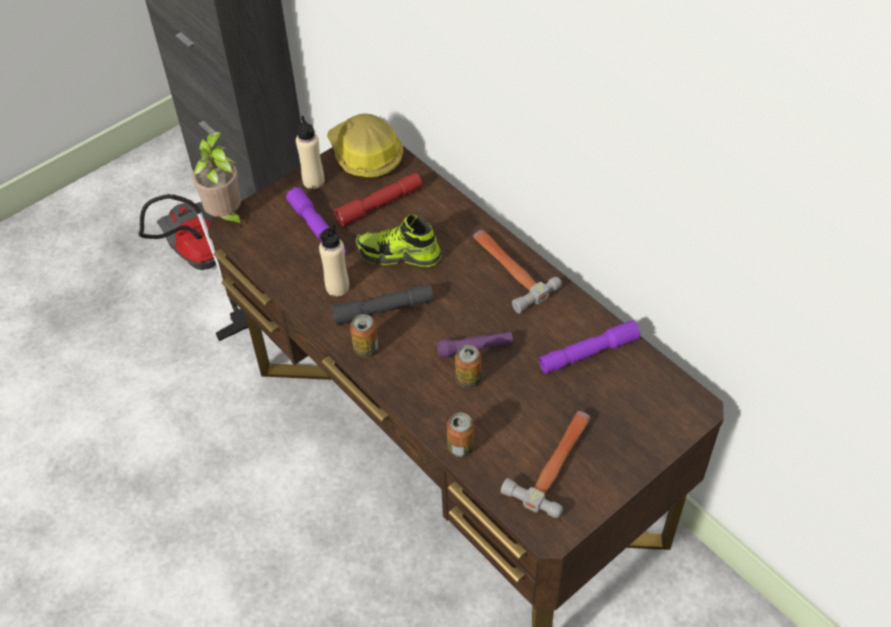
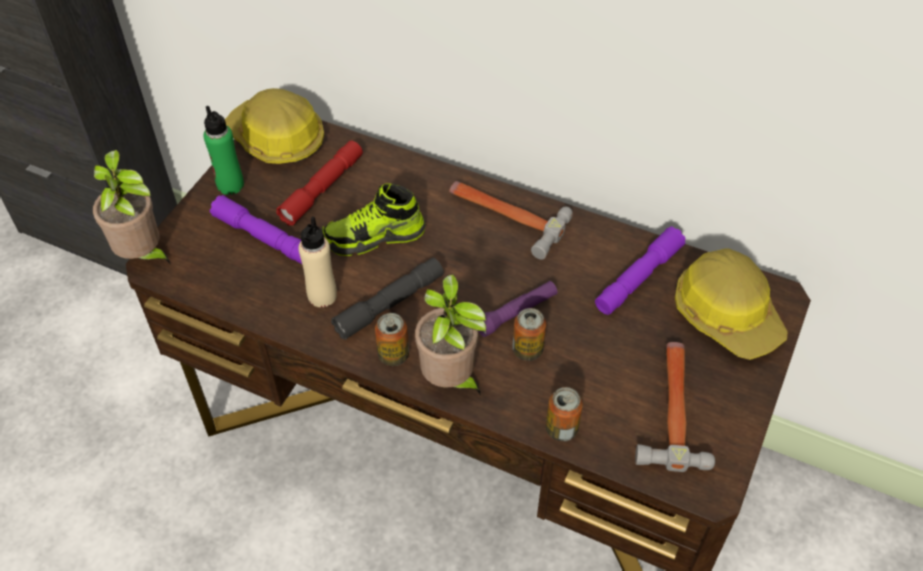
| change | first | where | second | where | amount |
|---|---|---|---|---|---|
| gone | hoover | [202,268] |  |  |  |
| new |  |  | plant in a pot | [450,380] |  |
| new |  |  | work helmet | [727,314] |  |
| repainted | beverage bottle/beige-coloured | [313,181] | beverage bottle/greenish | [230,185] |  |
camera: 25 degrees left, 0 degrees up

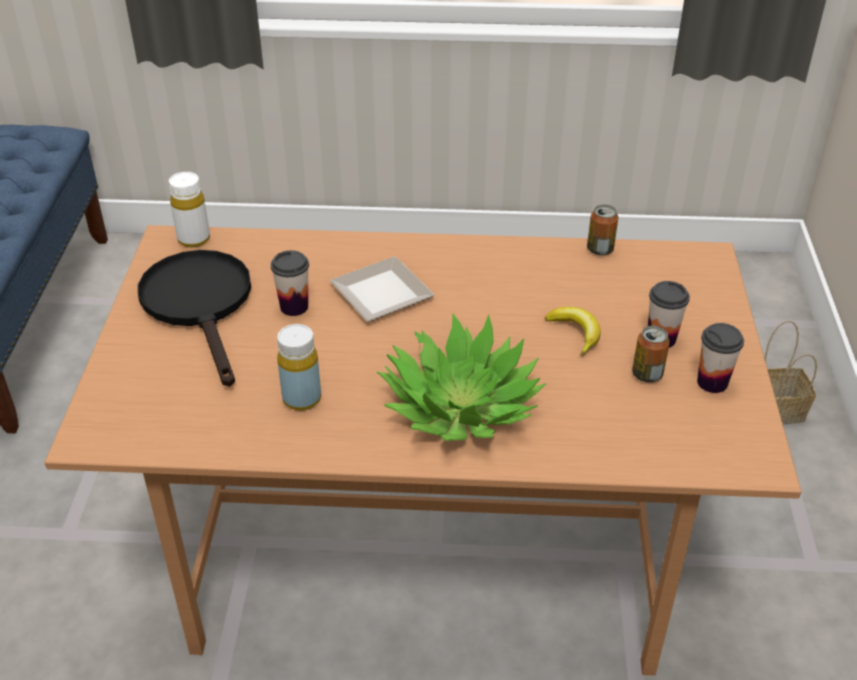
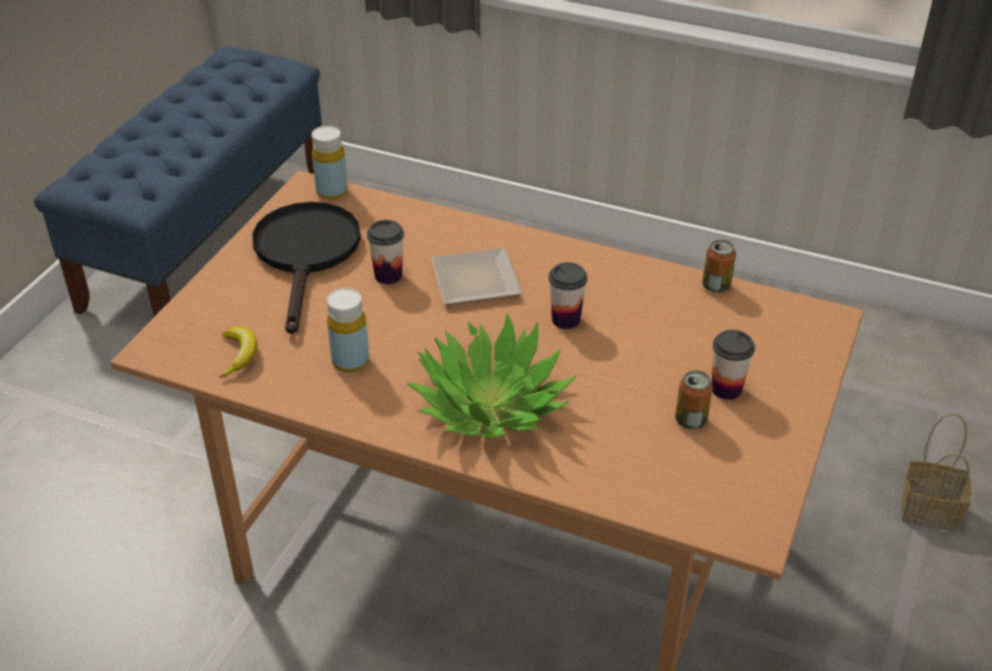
| change | first | where | second | where | amount |
|---|---|---|---|---|---|
| shifted | whole banana | [575,333] |  | [239,355] |  |
| shifted | drinking cup | [712,382] |  | [566,319] |  |
| repainted | beverage bottle/white-coloured | [194,239] | beverage bottle/yellowish | [332,192] |  |
camera: 20 degrees right, 0 degrees up

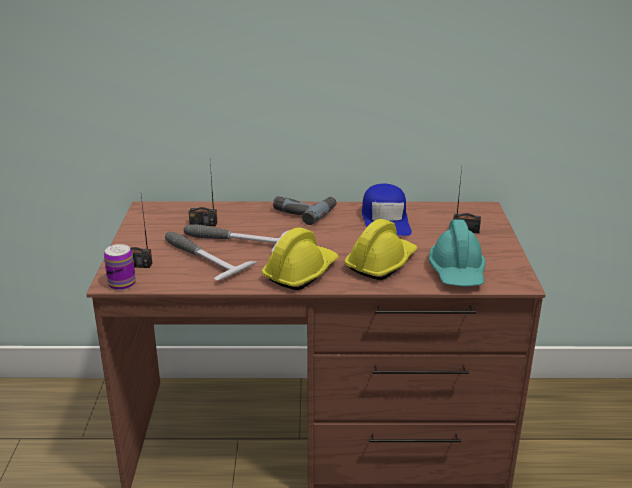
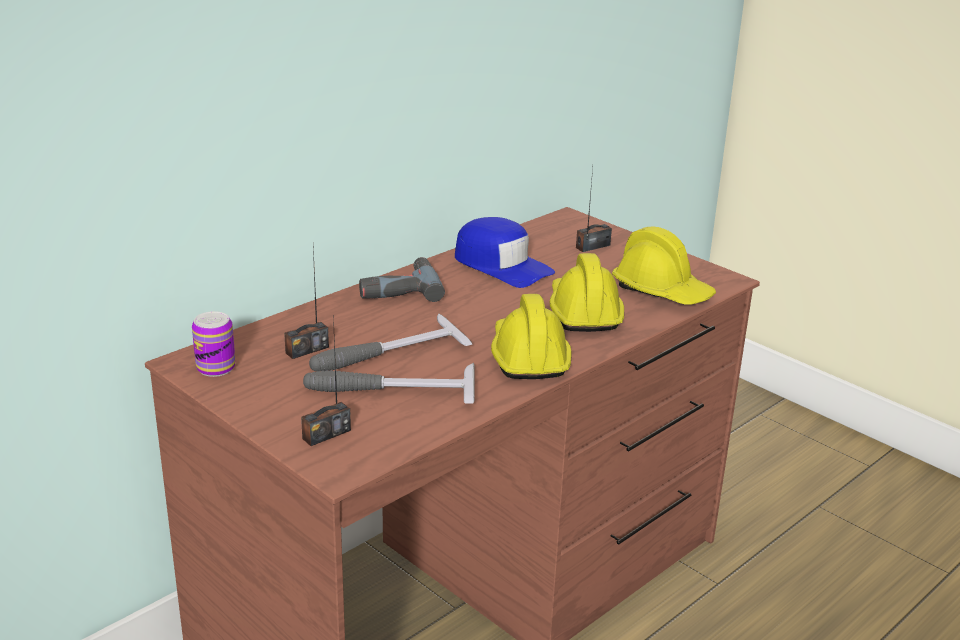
| change | first | where | second | where | amount |
|---|---|---|---|---|---|
| shifted | sealed can | [122,284] |  | [216,368] |  |
| repainted | work helmet/blue-green | [457,272] | work helmet/yellowish | [662,291] |  |
camera: 45 degrees left, 0 degrees up

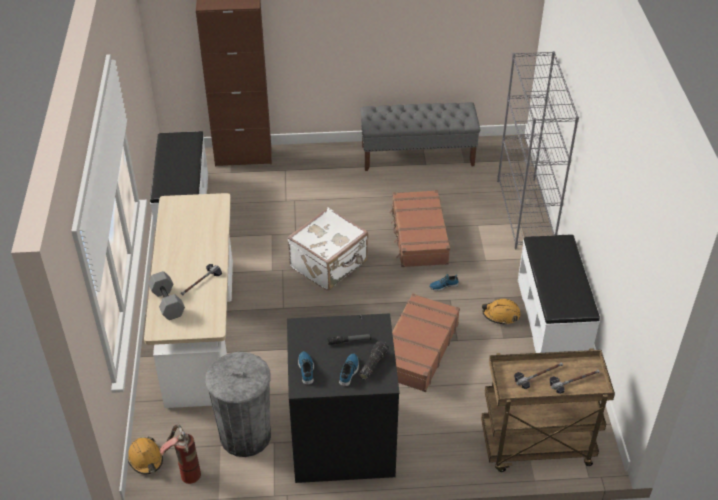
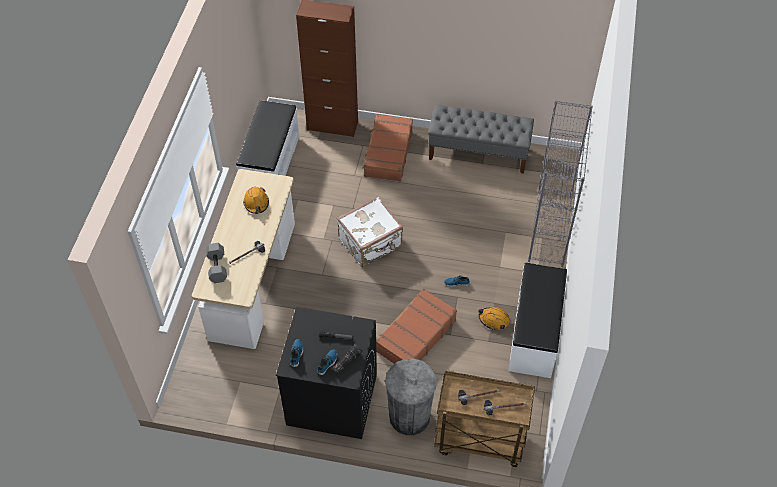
| change | first | where | second | where | amount |
|---|---|---|---|---|---|
| gone | extinguisher | [184,471] |  |  |  |
| shifted | work helmet/orangey | [146,459] |  | [256,203] |  |
| shifted | trash can/greyish | [245,435] |  | [409,416] |  |
| shifted | suitcase/brown | [418,236] |  | [387,153] |  |
camera: 15 degrees right, 10 degrees up

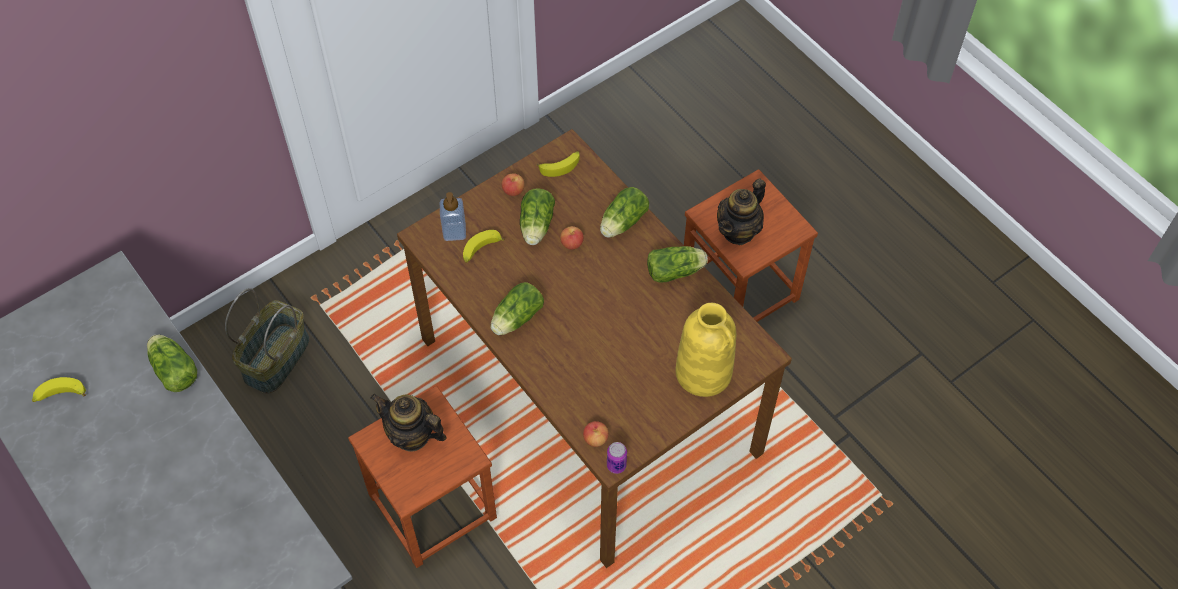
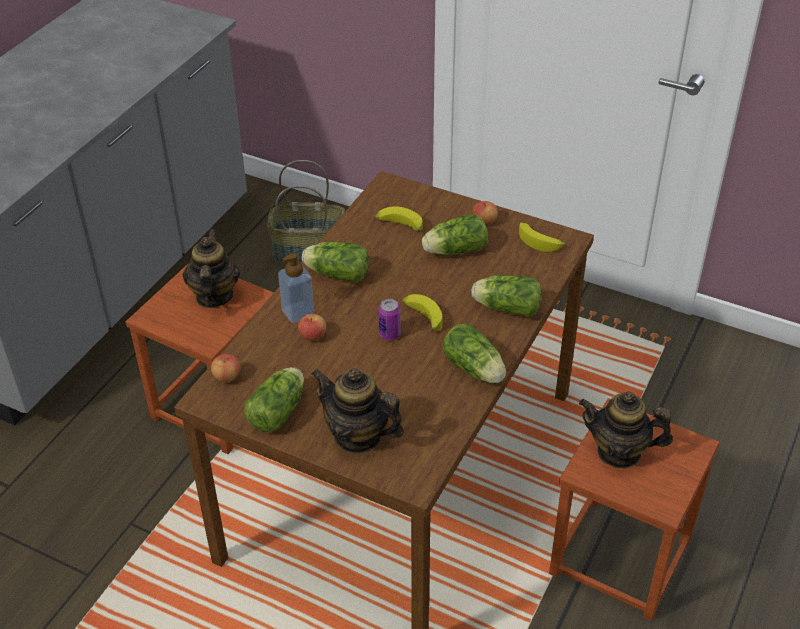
| change | first | where | second | where | amount |
|---|---|---|---|---|---|
| shifted | whole banana | [60,395] |  | [422,317] |  |
| shifted | lettuce | [173,369] |  | [279,410] |  |
| shifted | soap dispenser | [454,232] |  | [298,312] |  |
| shifted | whole apple | [572,243] |  | [312,336] |  |
| shifted | sealed can | [616,465] |  | [389,334] |  |
| swapped | vase/yellowish | [704,372] | teapot | [358,436] |  |
camera: 65 degrees right, 15 degrees down

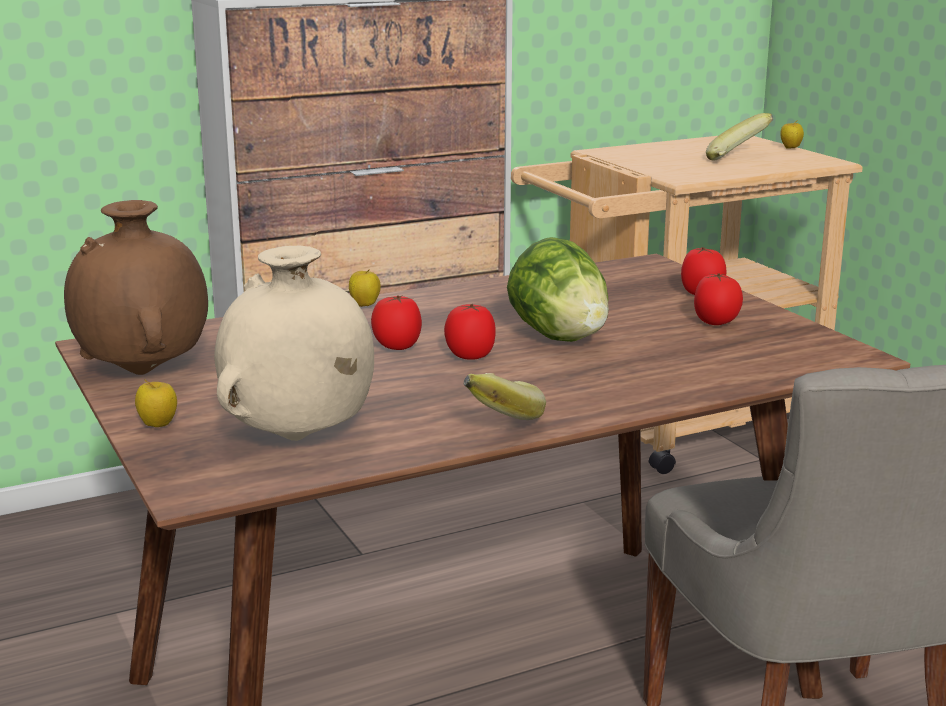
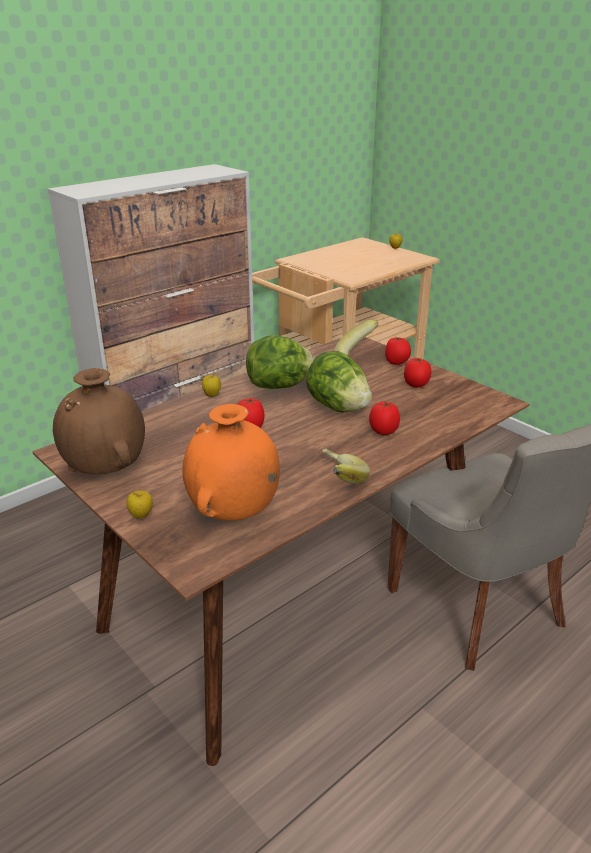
| change | first | where | second | where | amount |
|---|---|---|---|---|---|
| new |  |  | lettuce | [279,386] |  |
| shifted | fresh tomato | [470,356] |  | [383,431] |  |
| shifted | whole banana | [738,159] |  | [356,357] |  |
| repainted | vase/beige-coloured | [298,439] | vase/orangey | [233,514] |  |
camera: 15 degrees left, 10 degrees up

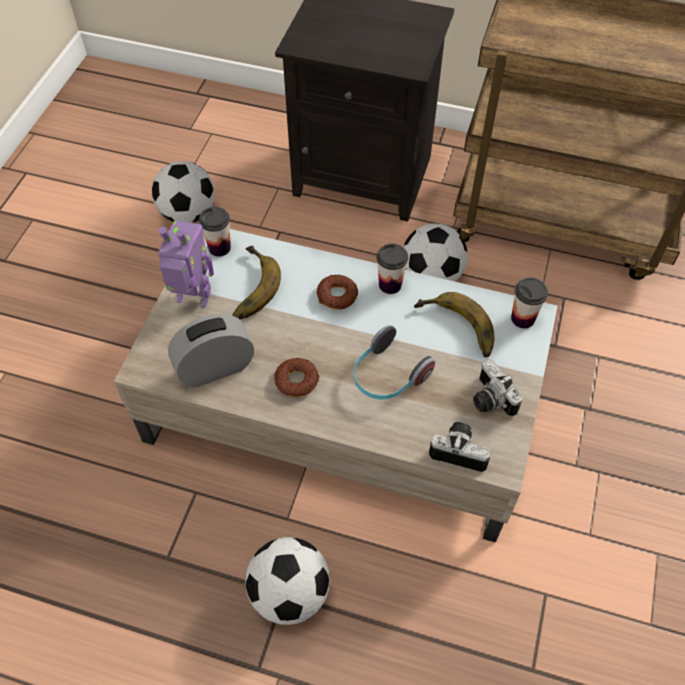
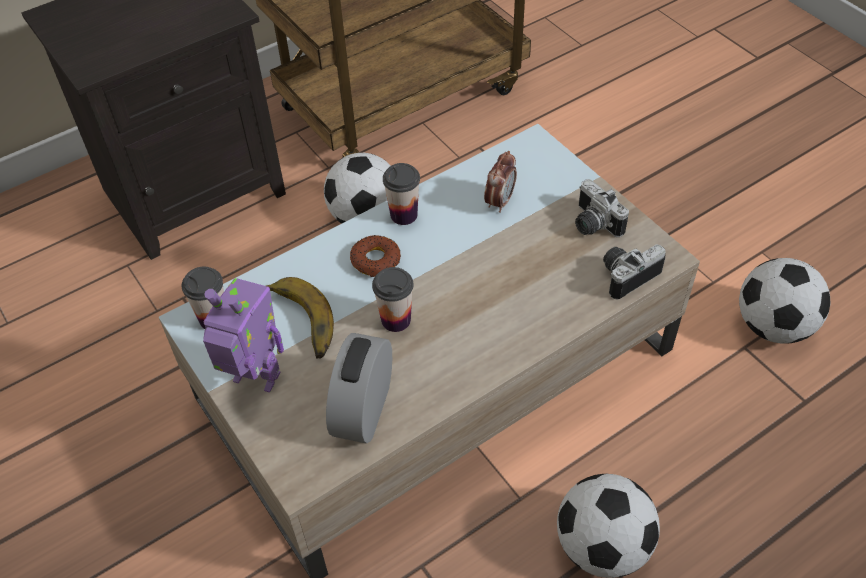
| change | first | where | second | where | amount |
|---|---|---|---|---|---|
| gone | donut | [297,380] |  |  |  |
| gone | headset | [387,376] |  |  |  |
| shifted | football ball | [188,213] |  | [773,326] |  |
| shifted | drinking cup | [522,318] |  | [396,320] |  |
| swapped | whole banana | [455,330] | table clock | [499,201] |  |
| rotated | robot figure | [193,299] |  | [255,379] | 60 degrees clockwise |
| rotated | photo camera | [489,400] |  | [592,224] | 45 degrees clockwise |
camera: 50 degrees left, 5 degrees down

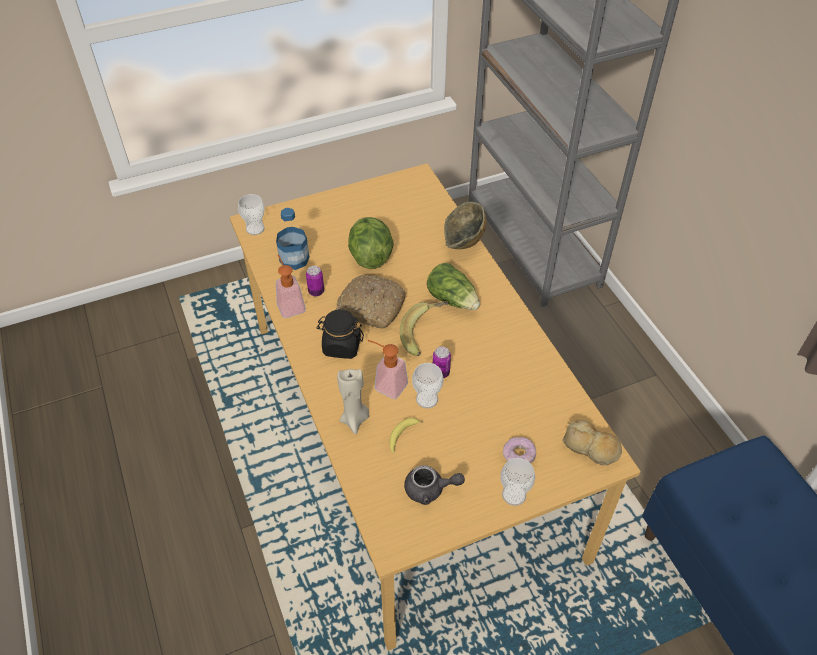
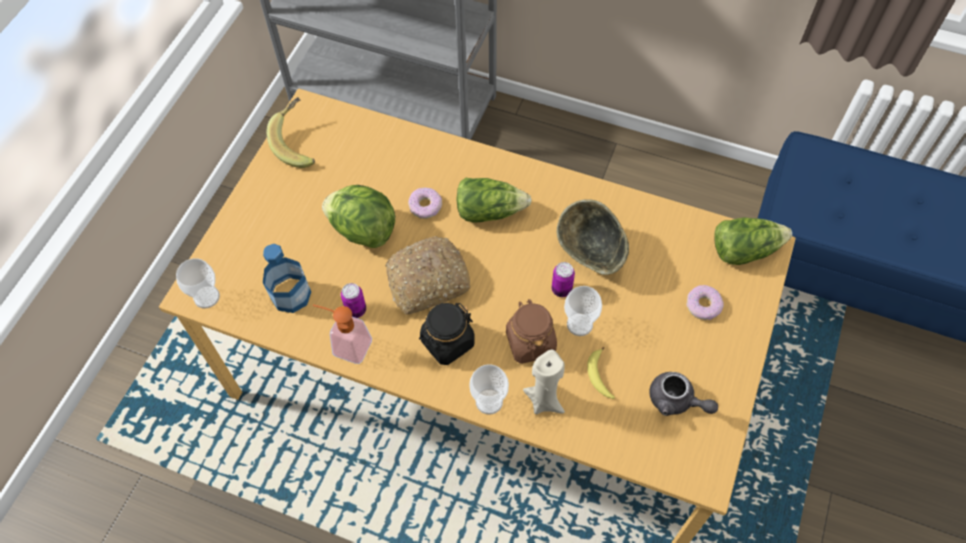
| change | first | where | second | where | amount |
|---|---|---|---|---|---|
| new |  |  | donut | [425,206] |  |
| shifted | whole banana | [425,335] |  | [299,143] |  |
| shifted | deep dish | [463,243] |  | [591,253] |  |
| shifted | drinking cup | [514,495] |  | [489,401] |  |
| swapped | soap dispenser | [386,384] | storage jar/brown | [530,342] |  |
| swapped | baked bread | [591,448] | lettuce | [744,249] |  |
| rotated | teapot/greyish | [430,490] |  | [676,401] | 75 degrees clockwise |
camera: 45 degrees left, 10 degrees up

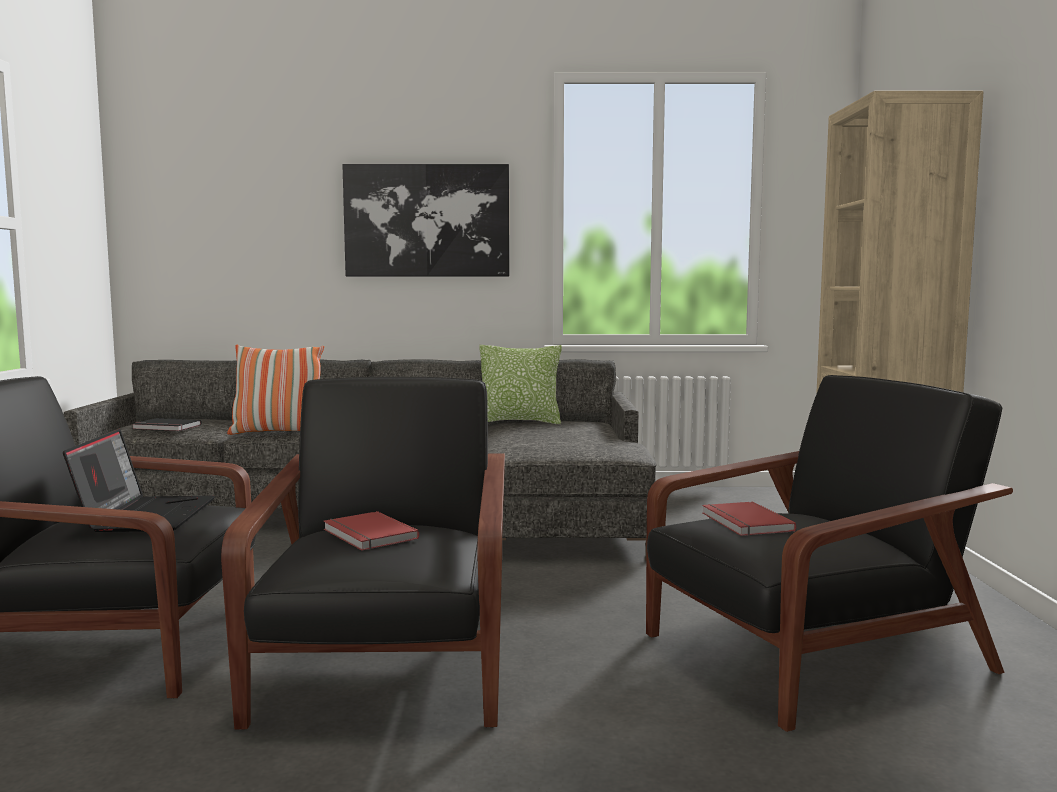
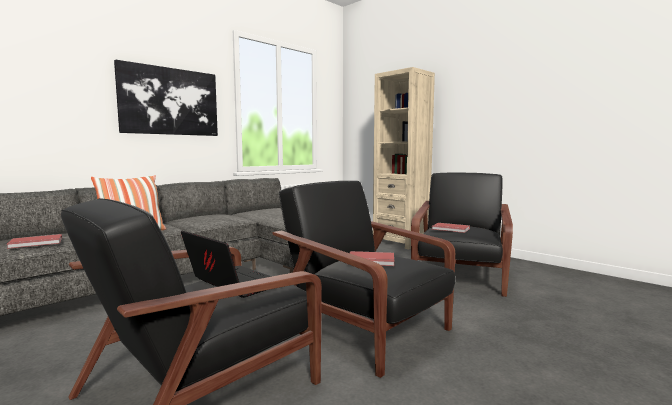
| change | first | where | second | where | amount |
|---|---|---|---|---|---|
| gone | cushion | [519,422] |  |  |  |
| repainted | volume/black-coloured | [166,427] | volume/reddish | [36,243] |  |
camera: 45 degrees left, 0 degrees up

